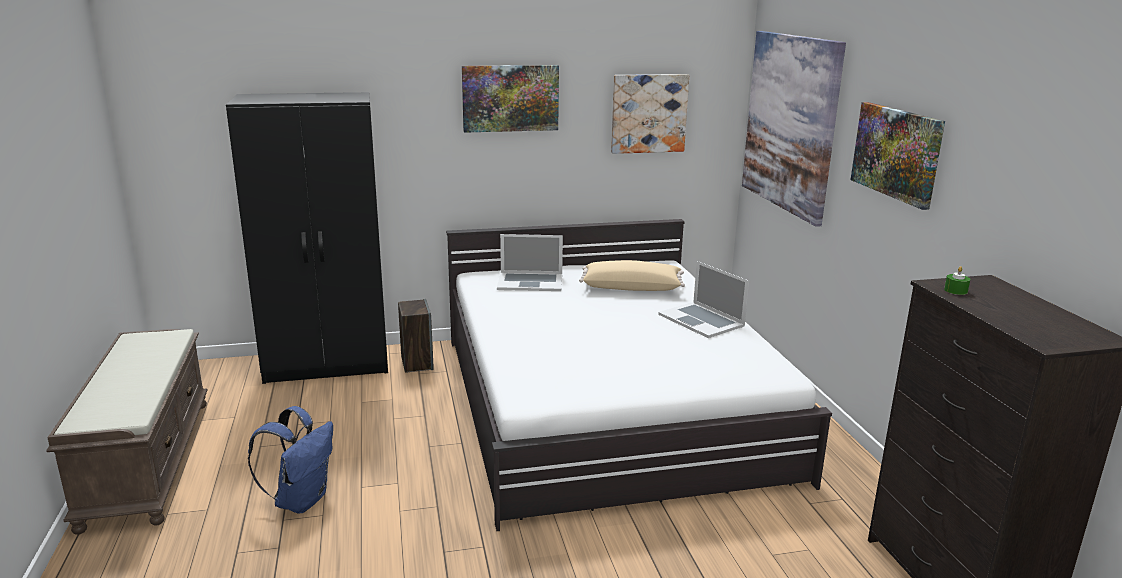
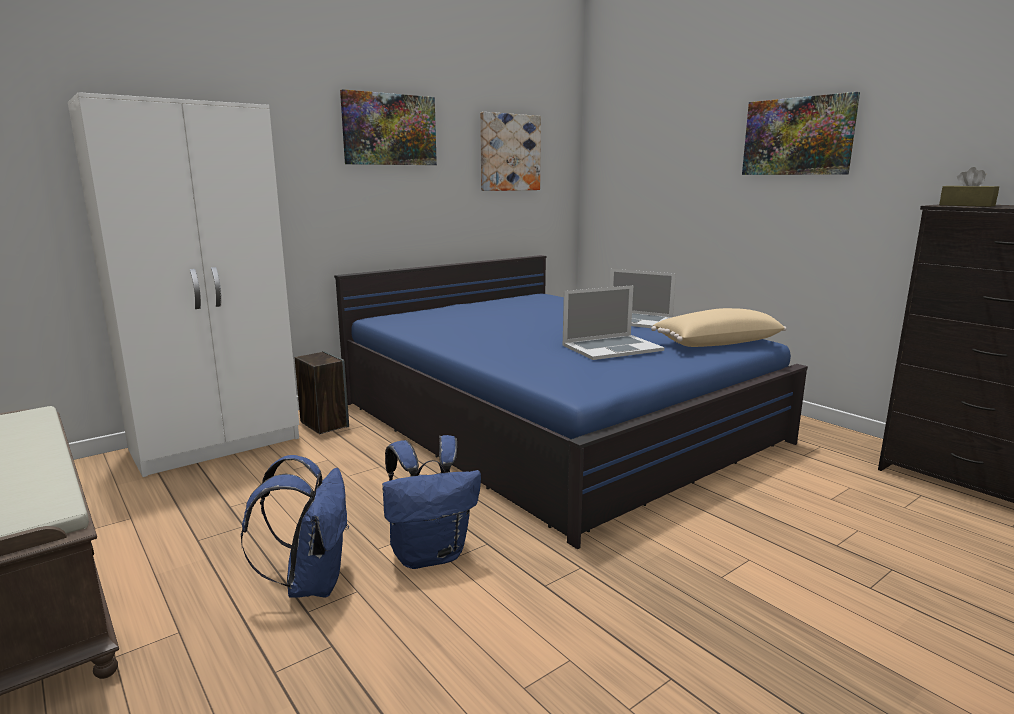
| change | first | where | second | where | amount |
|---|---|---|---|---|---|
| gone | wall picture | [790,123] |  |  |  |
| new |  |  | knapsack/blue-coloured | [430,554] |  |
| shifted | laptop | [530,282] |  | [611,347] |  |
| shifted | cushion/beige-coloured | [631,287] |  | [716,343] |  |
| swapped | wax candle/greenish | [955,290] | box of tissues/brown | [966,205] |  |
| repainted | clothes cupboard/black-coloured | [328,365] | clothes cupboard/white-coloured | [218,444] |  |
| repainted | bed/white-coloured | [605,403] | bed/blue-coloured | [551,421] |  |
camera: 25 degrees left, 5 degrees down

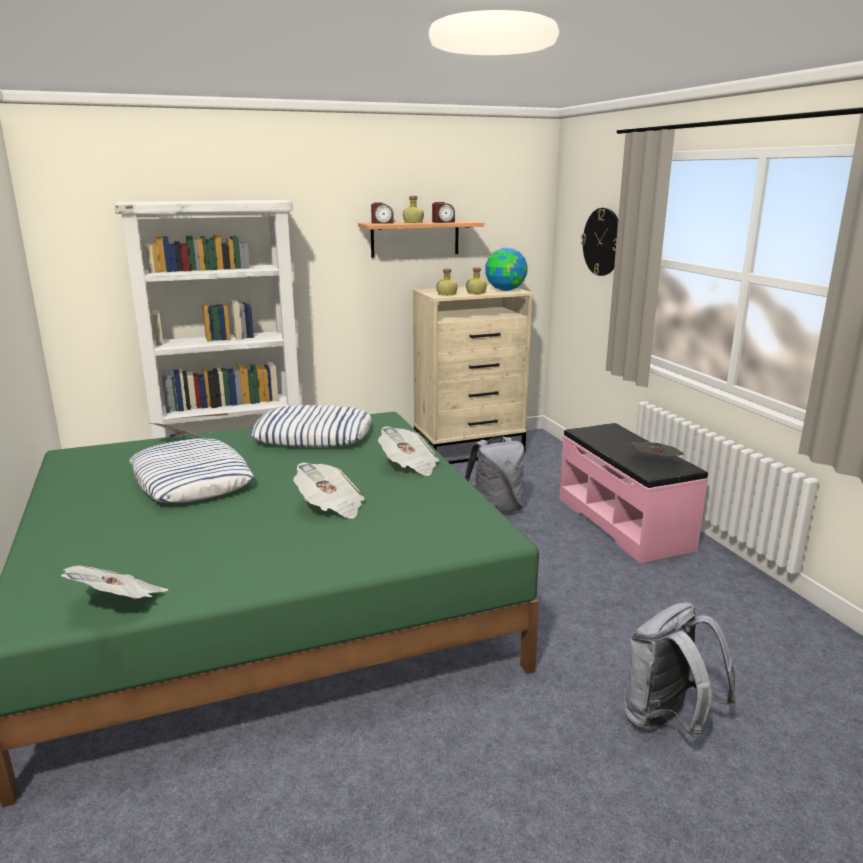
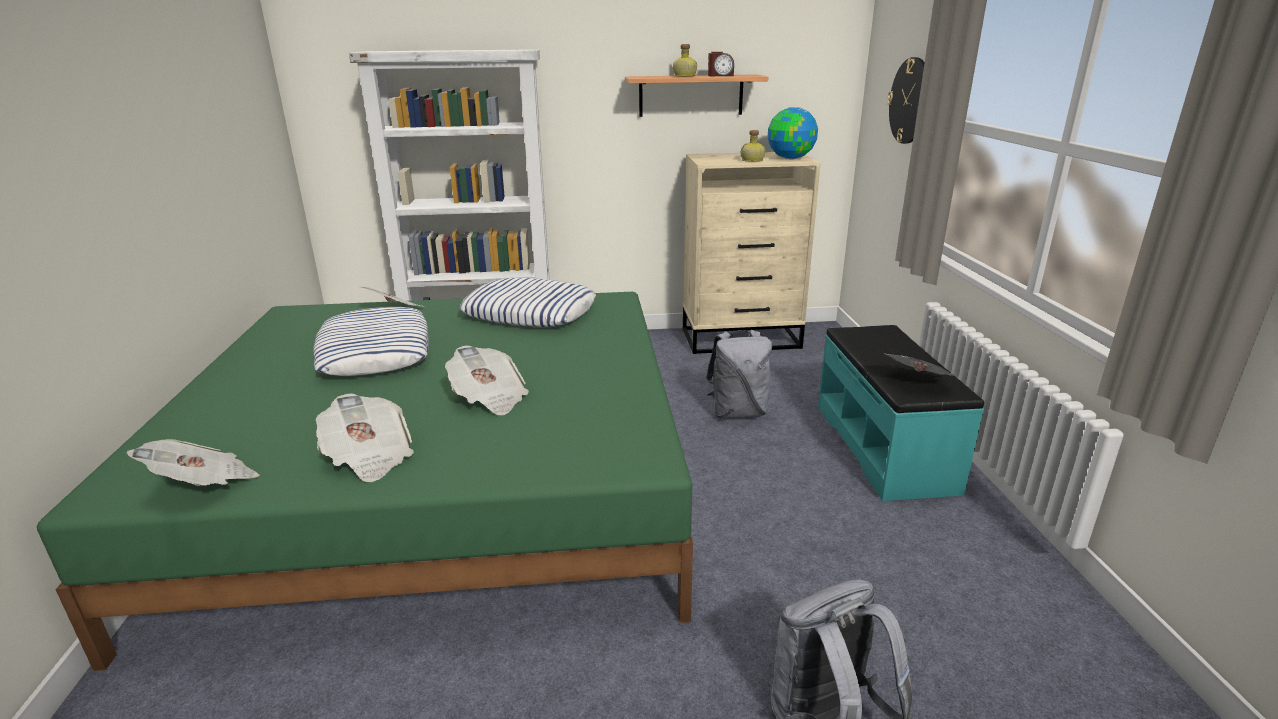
| change | first | where | second | where | amount |
|---|---|---|---|---|---|
| gone | table clock | [382,223] |  |  |  |
| gone | beverage bottle | [447,294] |  |  |  |
| shifted | newspaper | [409,466] |  | [369,457] |  |
| repainted | bench/pinkish | [624,523] | bench/blue-green | [884,446] |  |
camera: 15 degrees right, 5 degrees up

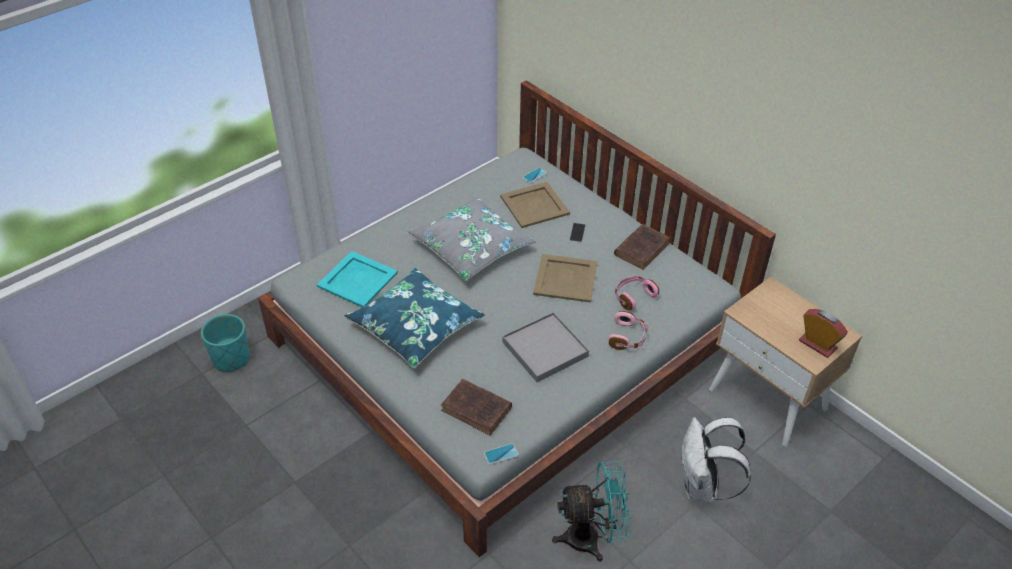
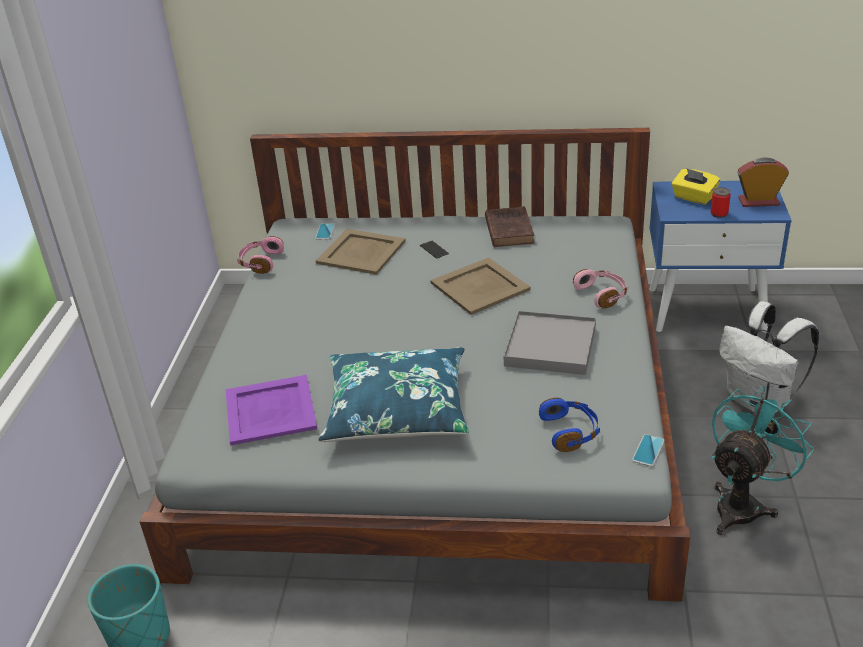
| change | first | where | second | where | amount |
|---|---|---|---|---|---|
| gone | cushion/greyish | [471,247] |  |  |  |
| new |  |  | box of tissues/yellowish | [693,198] |  |
| new |  |  | sealed can | [719,214] |  |
| shifted | headset/pinkish | [633,296] |  | [260,262] |  |
| swapped | volume/brown | [478,410] | headset/blue-coloured | [570,432] |  |
| repainted | tray/blue-green | [356,280] | tray/purplish | [269,411] |  |
| repainted | night table/beige-coloured | [768,399] | night table/blue-coloured | [707,309] |  |
camera: 40 degrees left, 10 degrees down

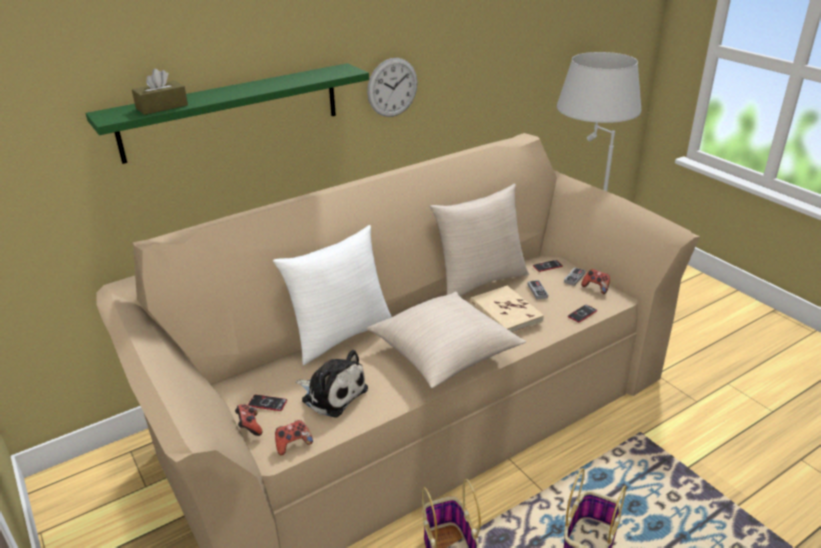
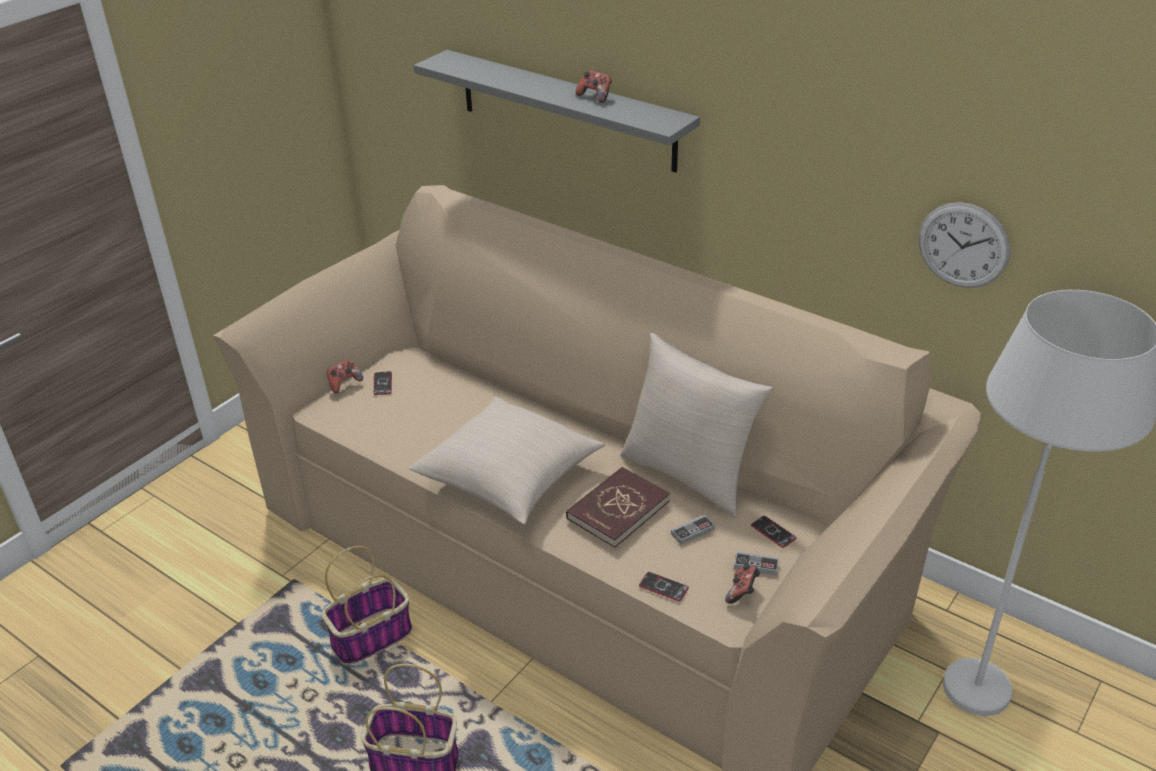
| change | first | where | second | where | amount |
|---|---|---|---|---|---|
| gone | box of tissues/brown | [162,107] |  |  |  |
| gone | cushion/white-coloured | [341,335] |  |  |  |
| gone | soft toy | [332,393] |  |  |  |
| shifted | game controller | [293,444] |  | [595,97] |  |
| shifted | clock on the wall | [392,87] |  | [963,245] |  |
| repainted | wall shelf/greenish | [232,112] | wall shelf/greyish | [566,110] |  |
| repainted | volume/beige-coloured | [505,313] | volume/reddish | [618,509] |  |
camera: 70 degrees right, 5 degrees up

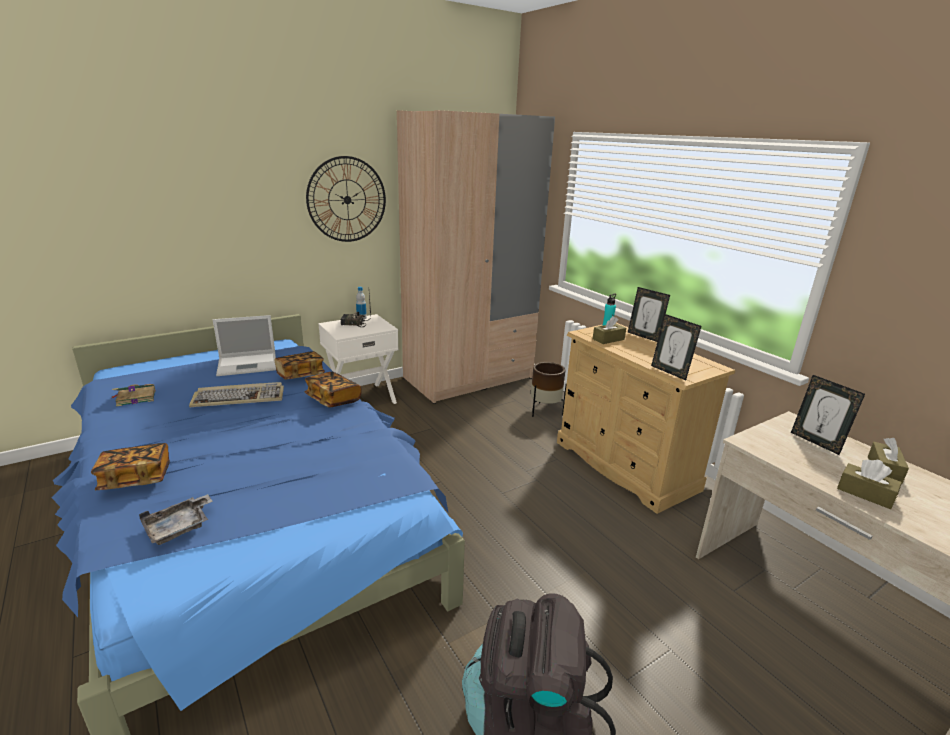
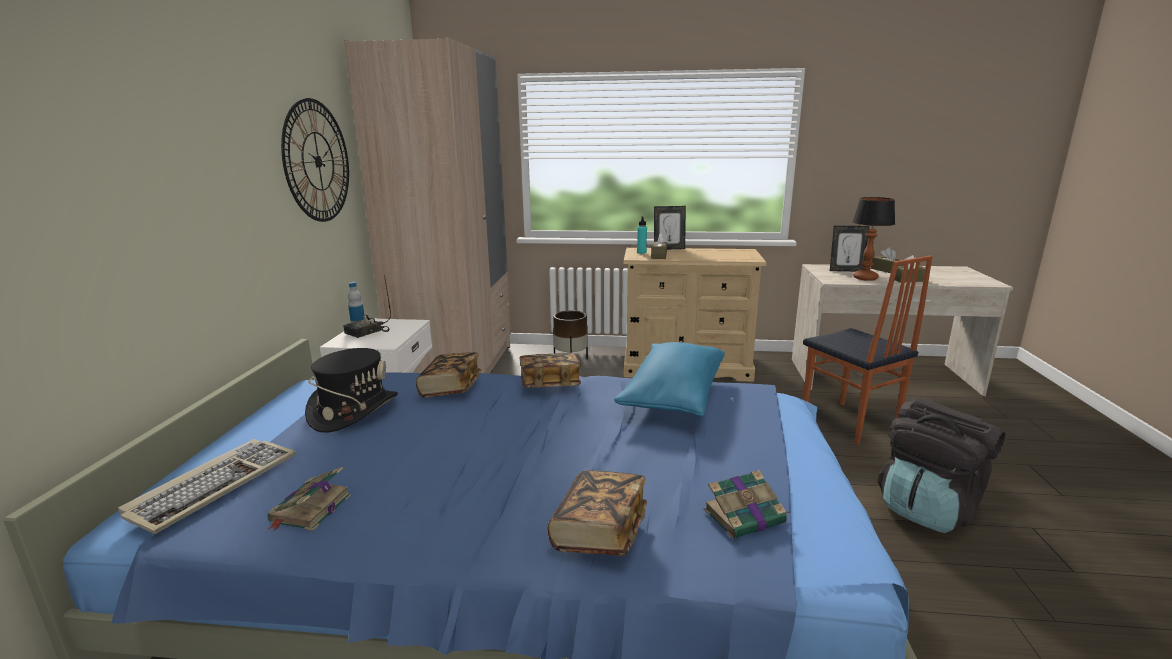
| change | first | where | second | where | amount |
|---|---|---|---|---|---|
| gone | standing frame | [670,372] |  |  |  |
| new |  |  | cushion/blue-coloured | [673,396] |  |
| new |  |  | plain chair | [848,423] |  |
| new |  |  | lamp for a table | [865,278] |  |
| shifted | keyboard | [240,398] |  | [214,486] |  |
| swapped | tray/greyish | [179,527] | volume | [745,516] |  |
| swapped | laptop | [249,364] | clothing hat/black-coloured | [354,410] |  |
camera: 50 degrees left, 5 degrees down

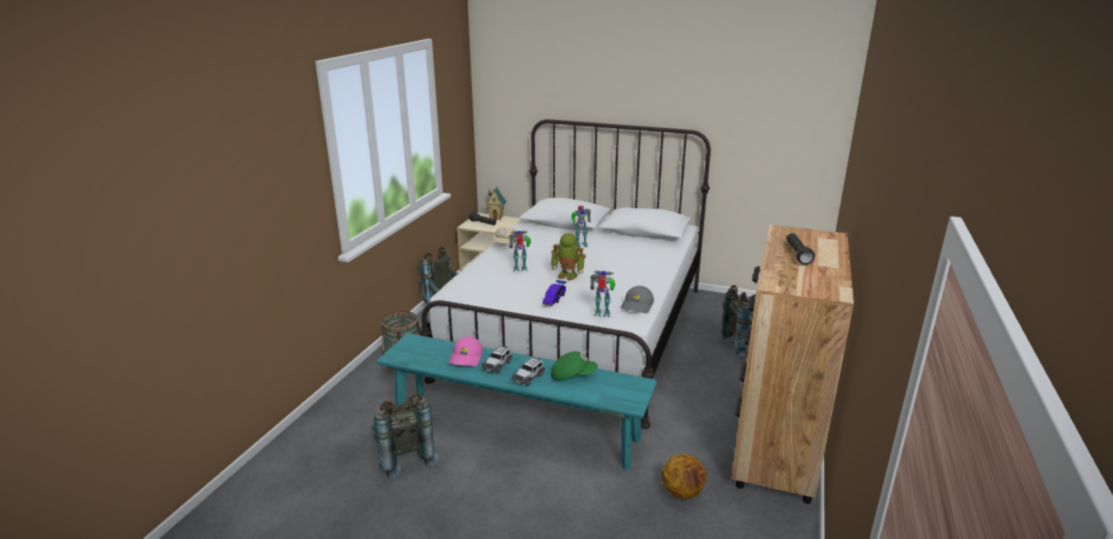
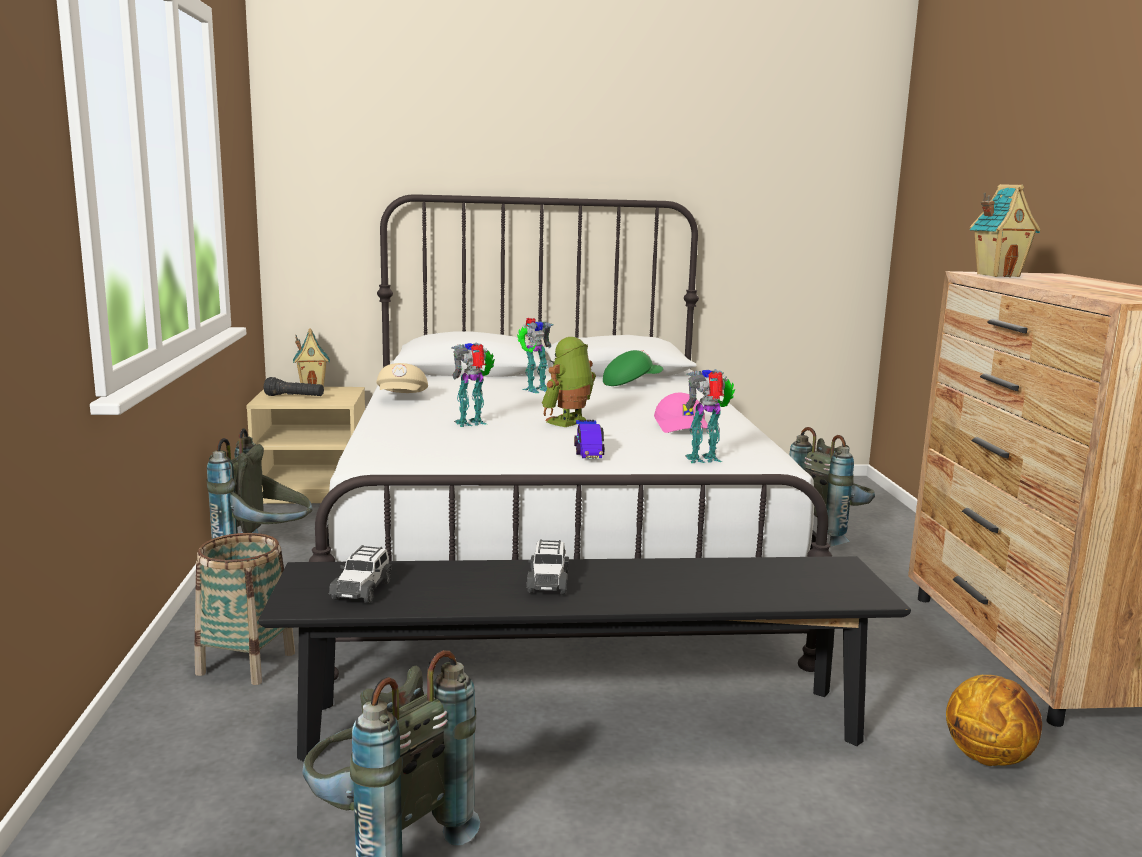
| change | first | where | second | where | amount |
|---|---|---|---|---|---|
| gone | peaked cap/greyish | [637,306] |  |  |  |
| gone | flashlight/black-coloured | [797,254] |  |  |  |
| new |  |  | miniature house | [998,275] |  |
| shifted | peaked cap/pinkish | [467,358] |  | [683,427] |  |
| shifted | miniature car | [529,377] |  | [362,590] |  |
| shifted | peaked cap/greenish | [572,375] |  | [631,383] |  |
| repainted | bench/blue-green | [515,428] | bench/black-coloured | [583,723] |  |
| rotated | robot figure | [568,275] |  | [569,423] | 135 degrees clockwise |
camera: 25 degrees left, 10 degrees down

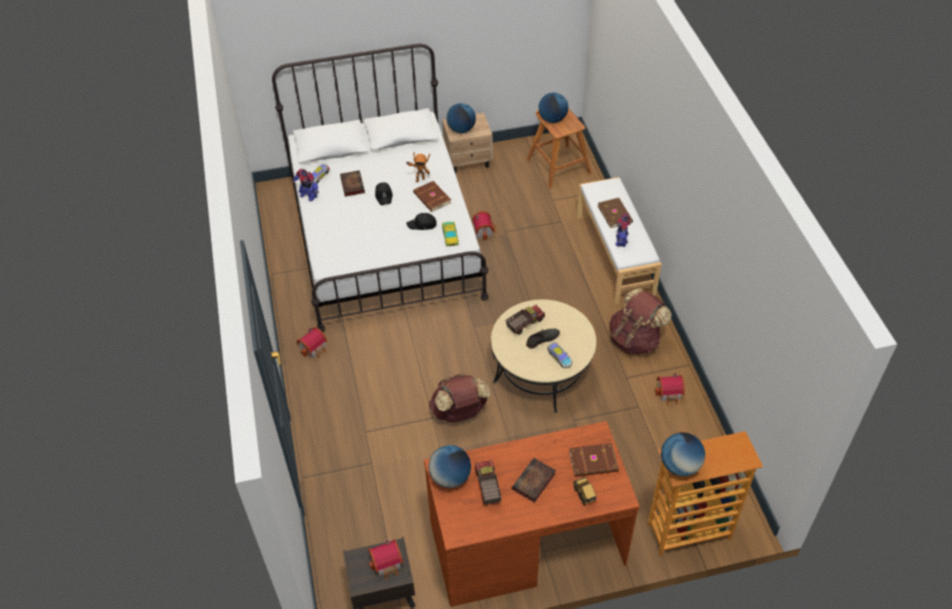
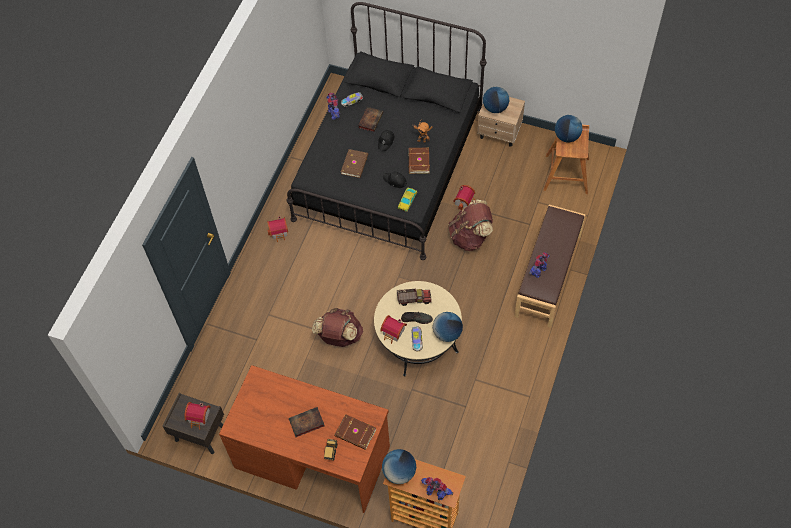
| change | first | where | second | where | amount |
|---|---|---|---|---|---|
| gone | model truck | [487,487] |  |  |  |
| new |  |  | robot figure | [436,493] |  |
| shifted | world globe | [450,477] |  | [447,333] |  |
| shifted | volume/brown | [615,214] |  | [355,164] |  |
| shifted | knapsack/brown | [635,340] |  | [470,237] |  |
| shifted | miniature house | [670,394] |  | [393,333] |  |
| repainted | bed/white-coloured | [384,236] | bed/black-coloured | [389,167] |  |
| repainted | bench/white-coloured | [615,255] | bench/brown | [548,276] |  |
camera: 35 degrees right, 10 degrees up

